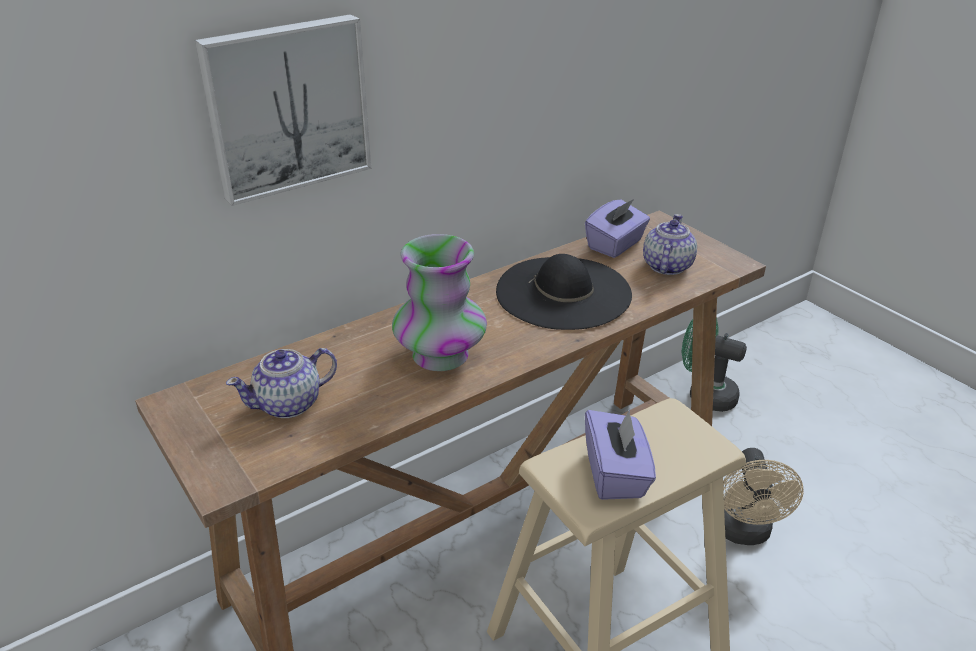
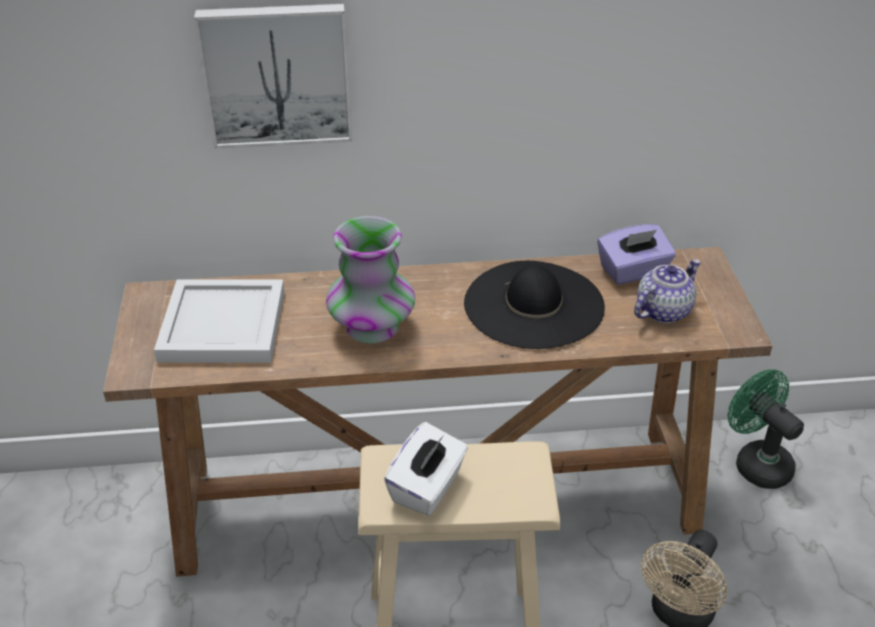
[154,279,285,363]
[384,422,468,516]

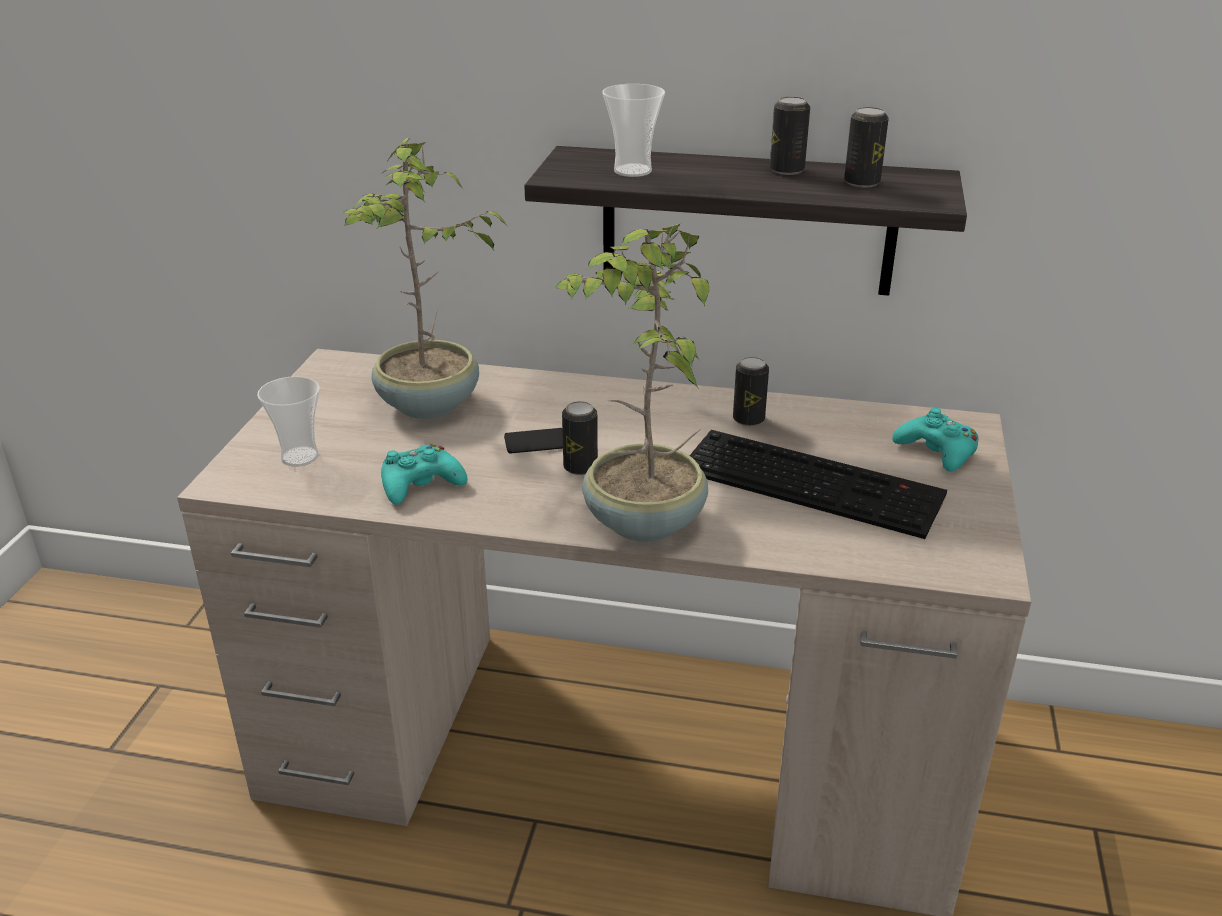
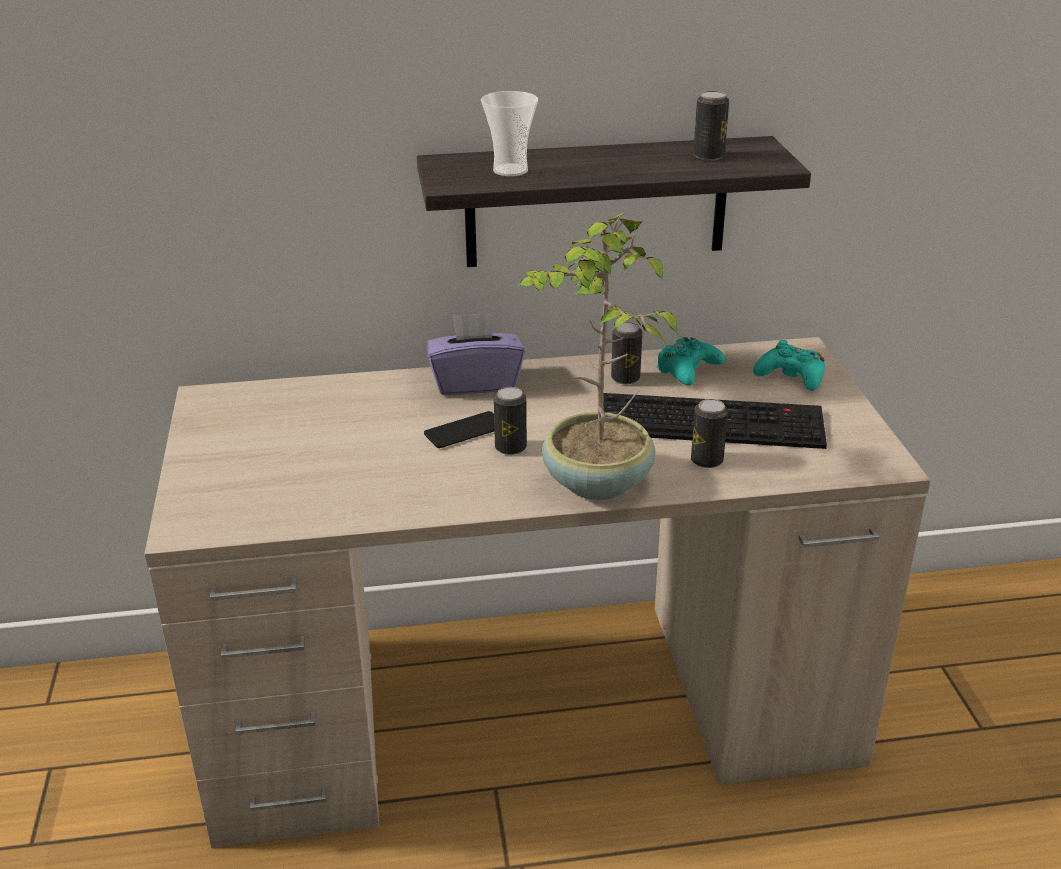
[691,399,728,468]
[341,138,506,419] (first image)
[257,376,320,467] (first image)
[657,337,725,385]
[427,313,525,395]

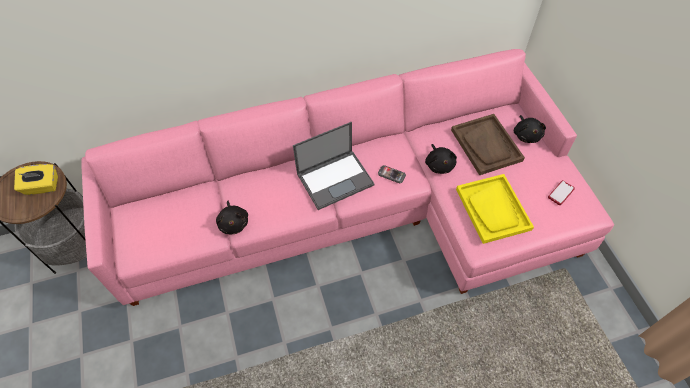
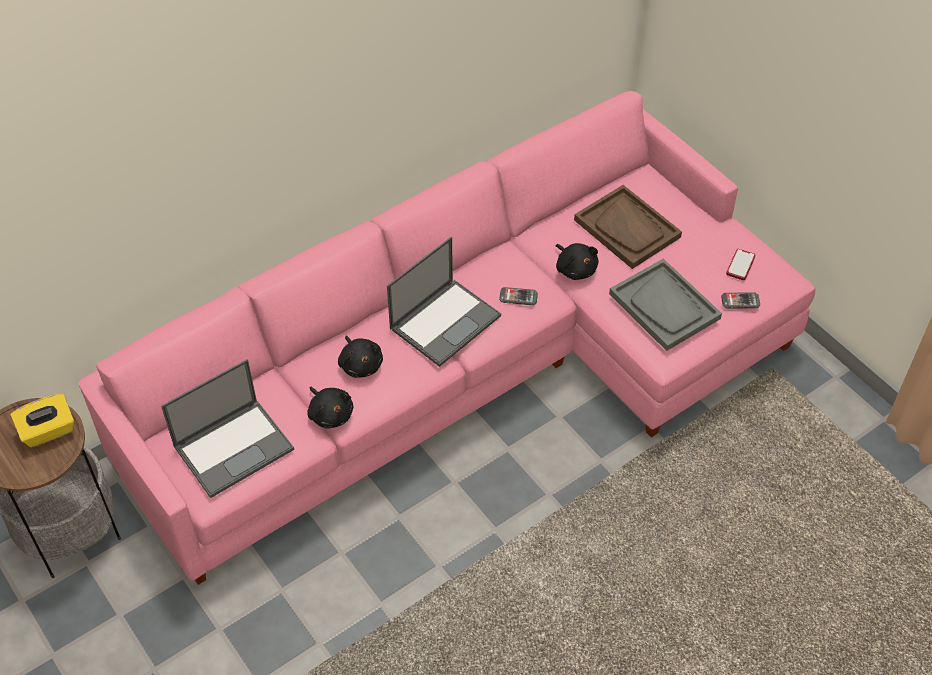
[338,336,383,378]
[609,259,722,351]
[721,292,760,309]
[161,359,294,498]

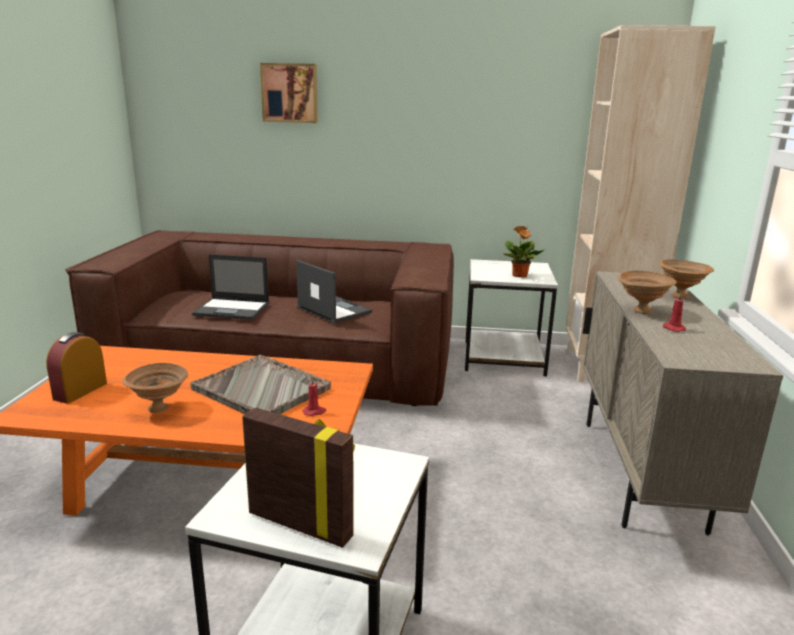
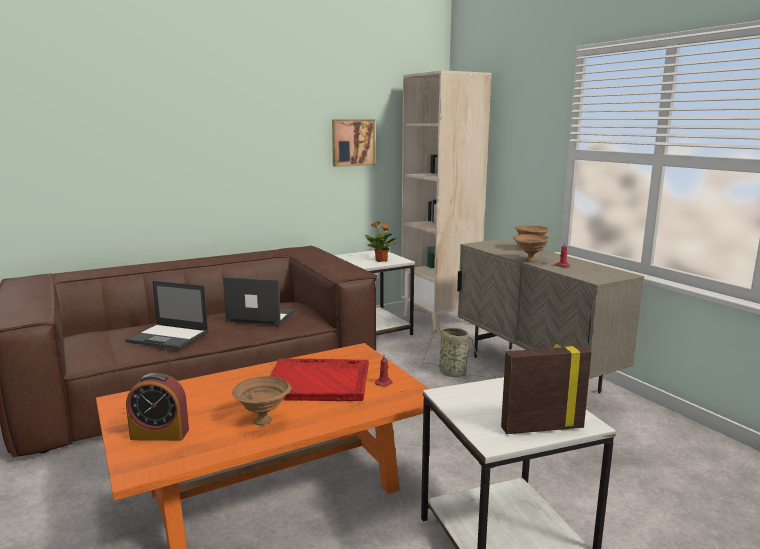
[332,119,375,167]
[125,281,209,350]
[126,373,189,441]
[270,358,369,401]
[421,327,496,378]

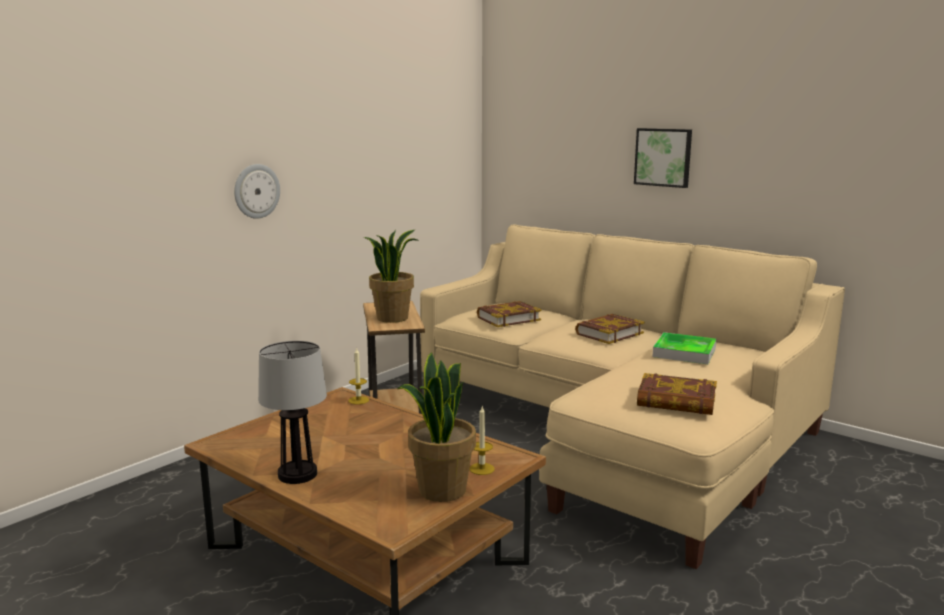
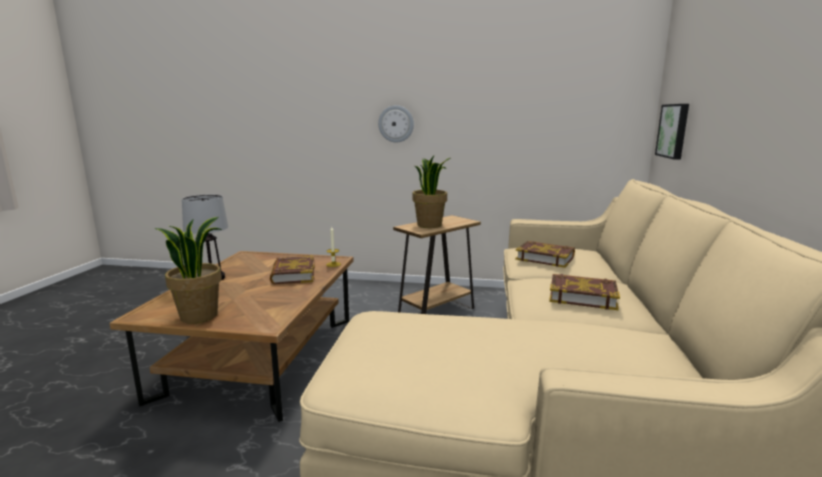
[655,104,689,160]
[652,332,717,364] (first image)
[270,256,315,284]
[469,406,495,475] (first image)

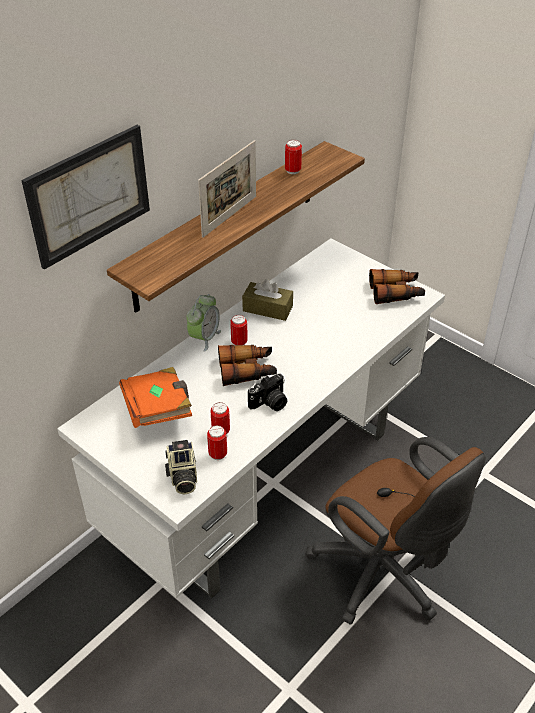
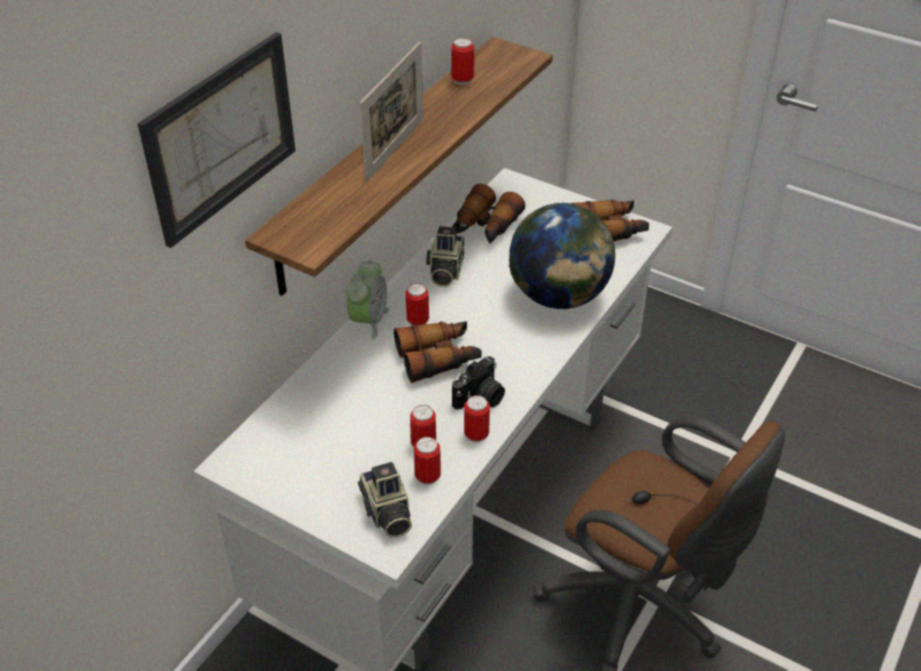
[426,226,464,287]
[119,367,192,428] (first image)
[452,184,525,243]
[509,203,615,309]
[464,395,490,442]

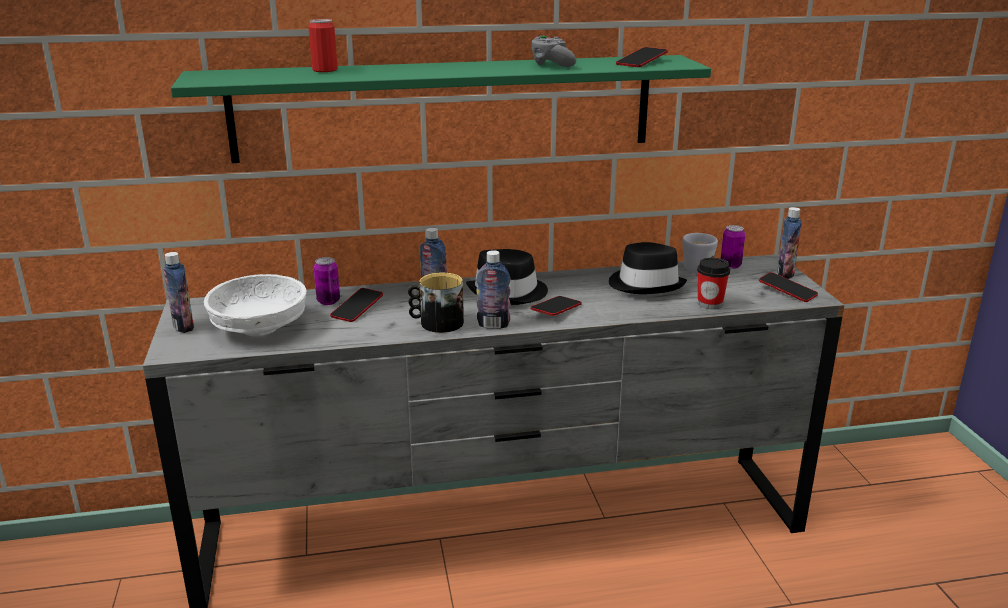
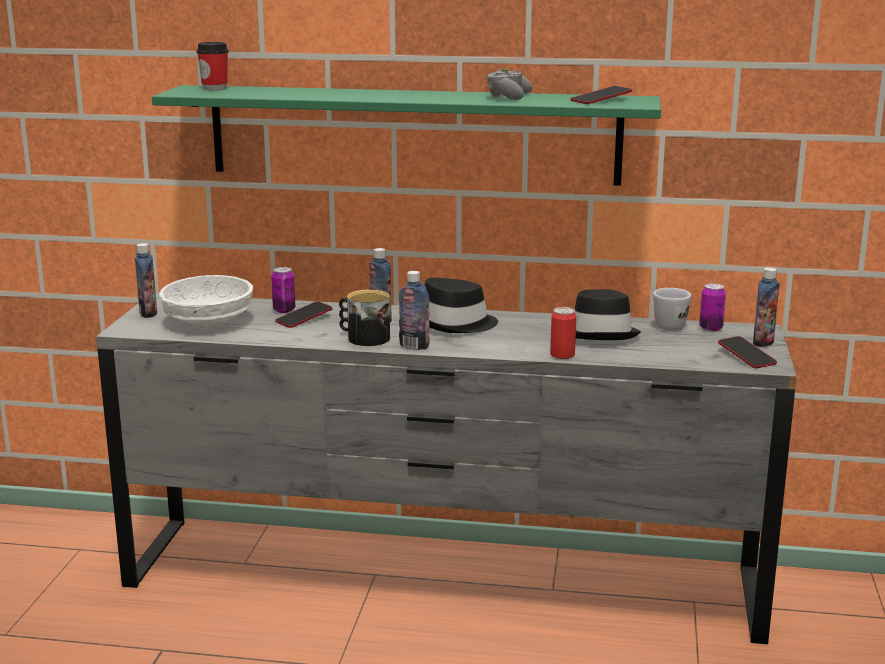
[550,307,576,359]
[196,42,229,90]
[531,296,582,316] (first image)

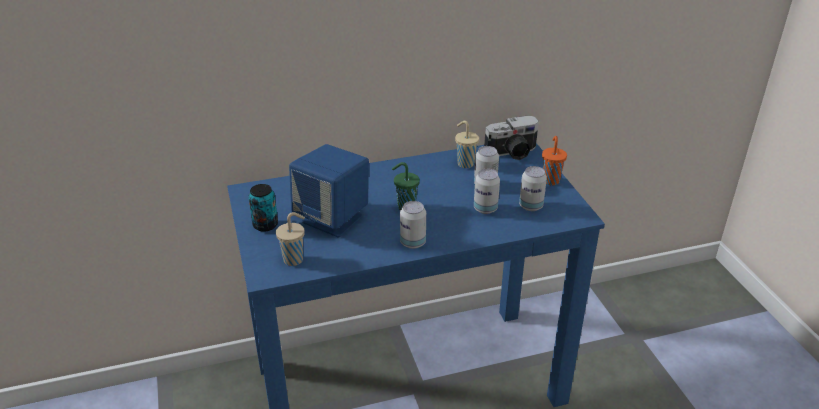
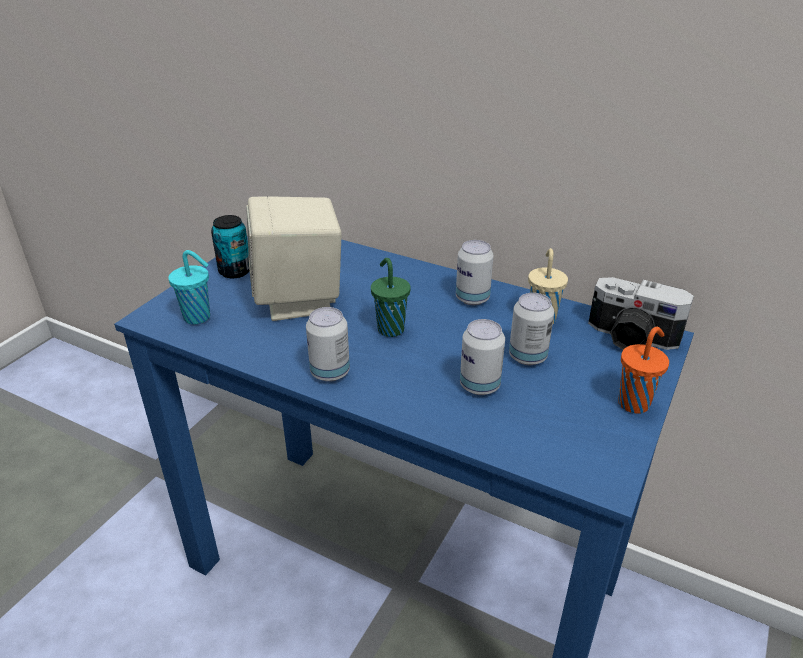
[246,196,342,321]
[456,240,494,305]
[168,250,210,324]

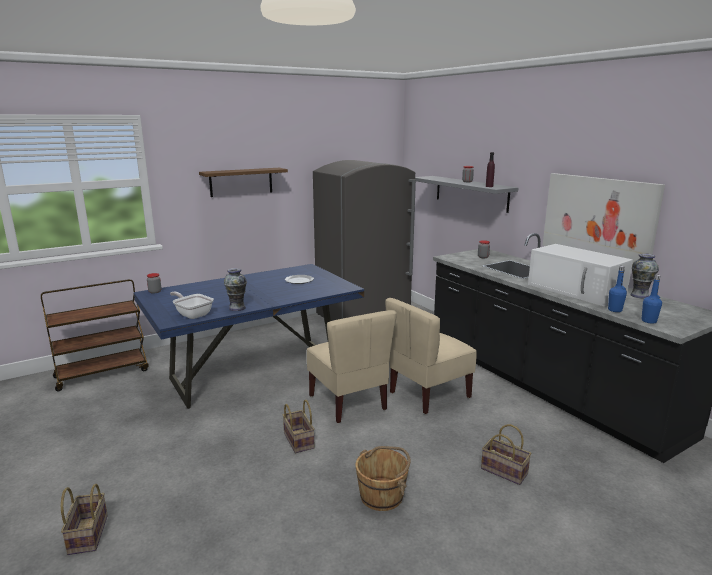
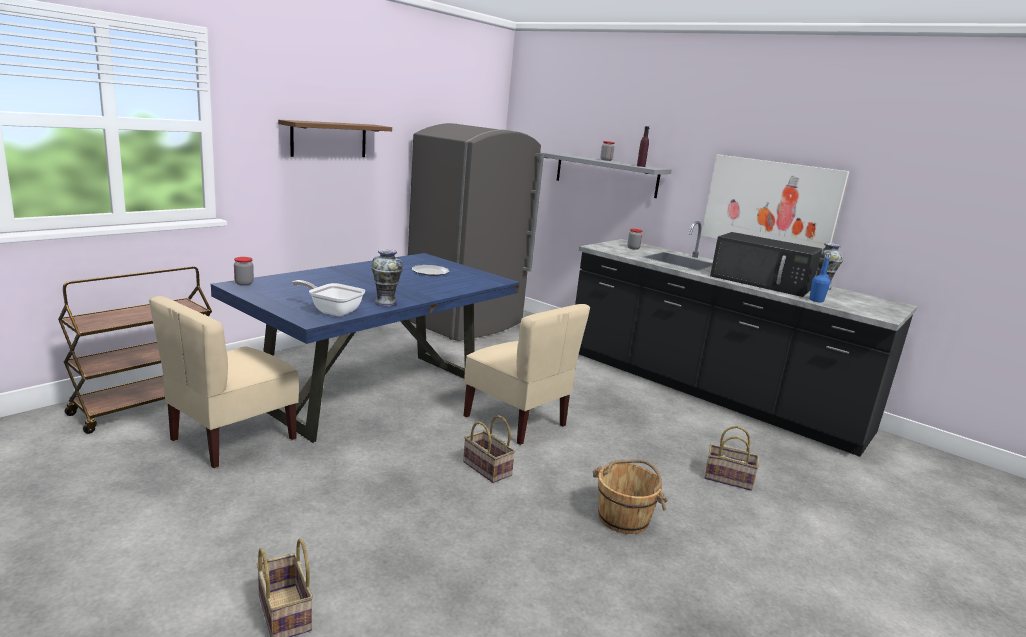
[710,232,822,297]
[642,274,662,324] (first image)
[149,296,299,468]

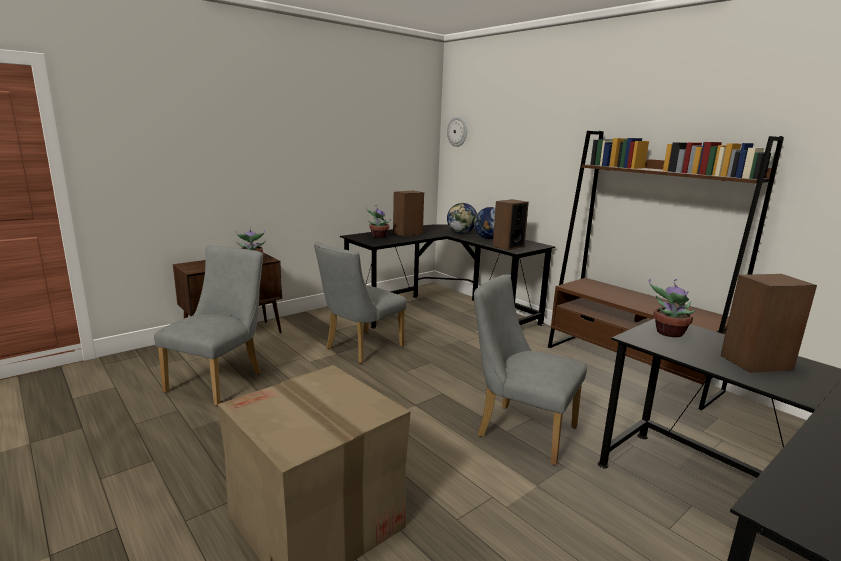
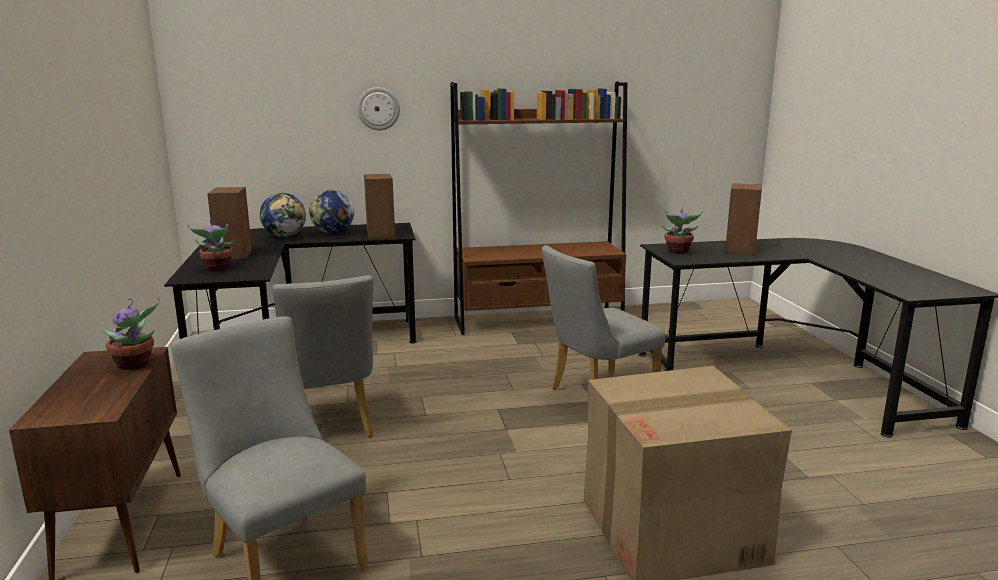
[357,87,400,130]

